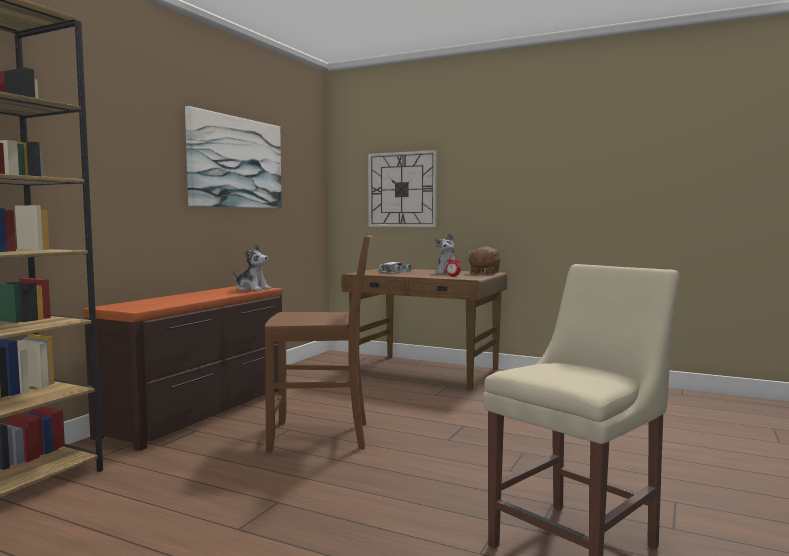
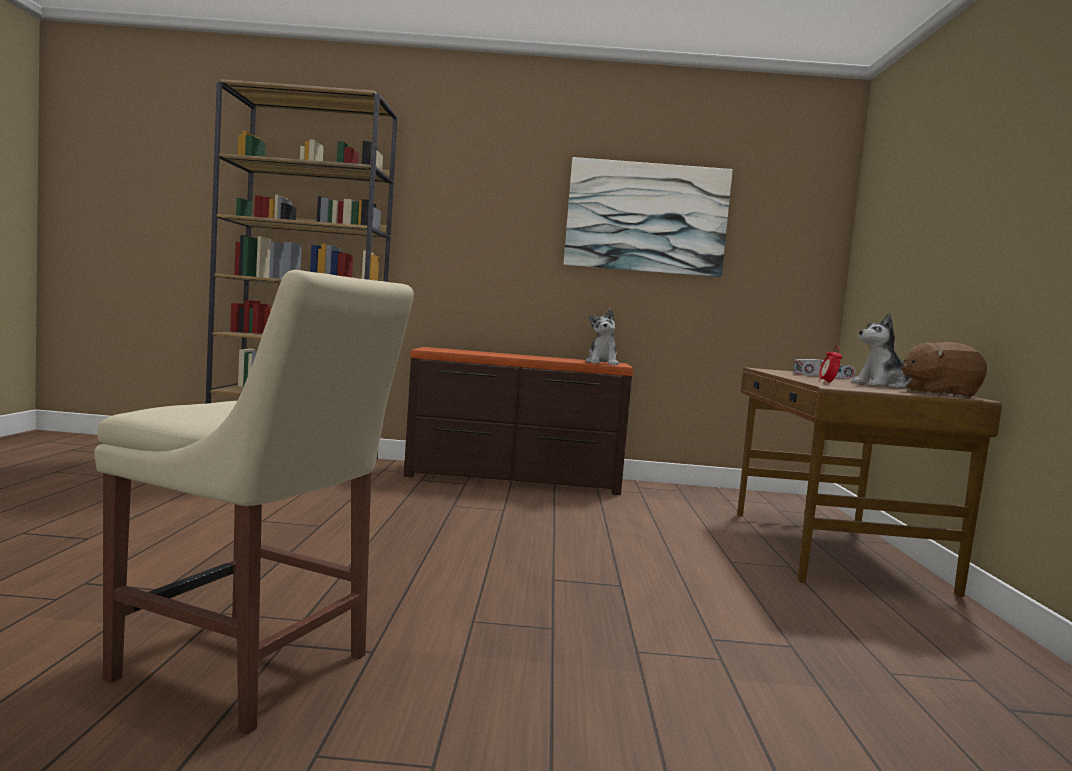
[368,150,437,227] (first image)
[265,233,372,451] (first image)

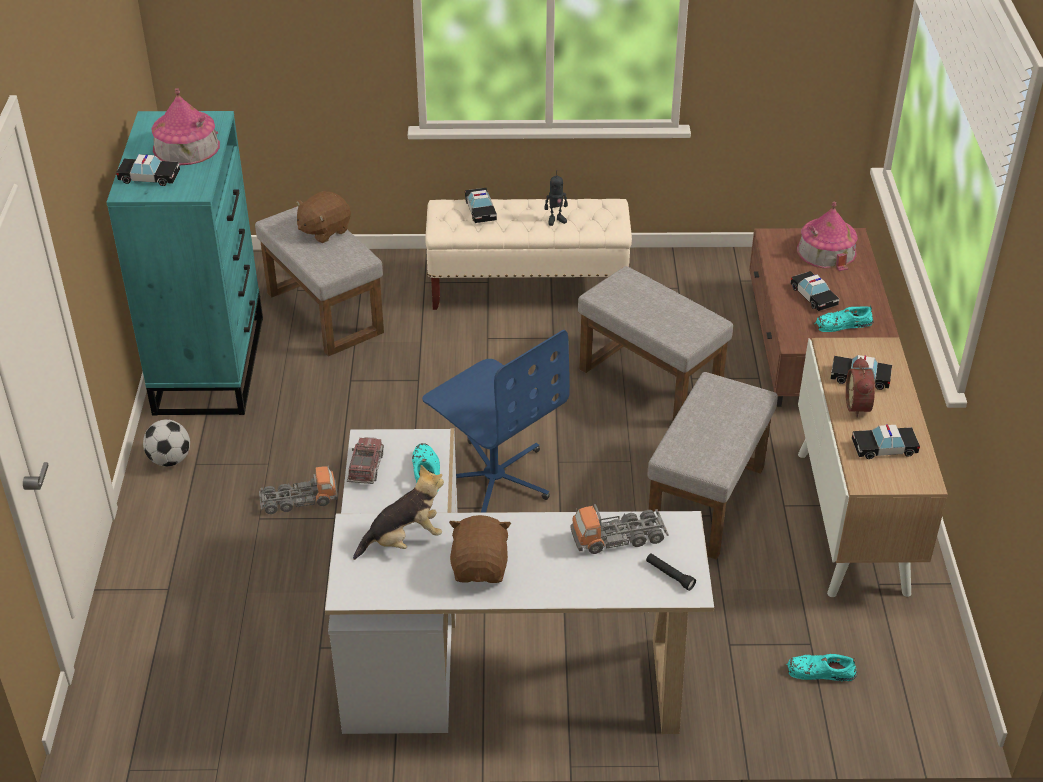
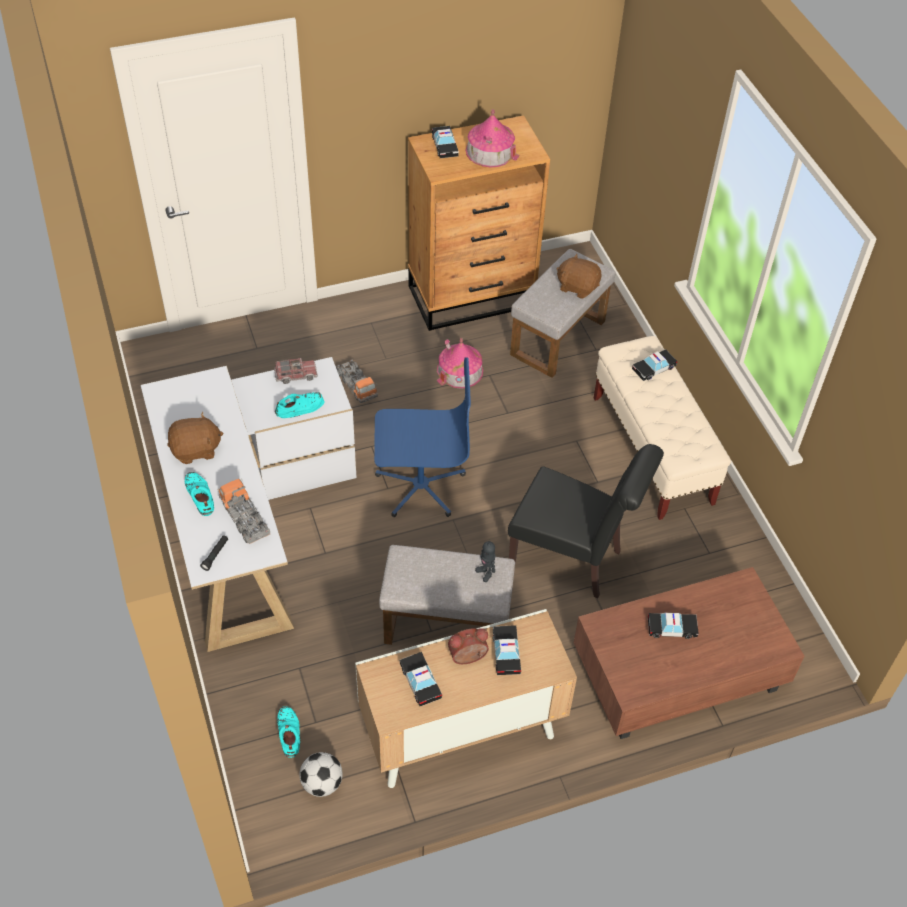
[408,115,550,331]
[475,540,495,582]
[437,338,483,389]
[508,444,664,598]
[648,613,699,639]
[185,472,214,516]
[374,357,471,517]
[299,752,343,797]
[353,465,444,560] (first image)

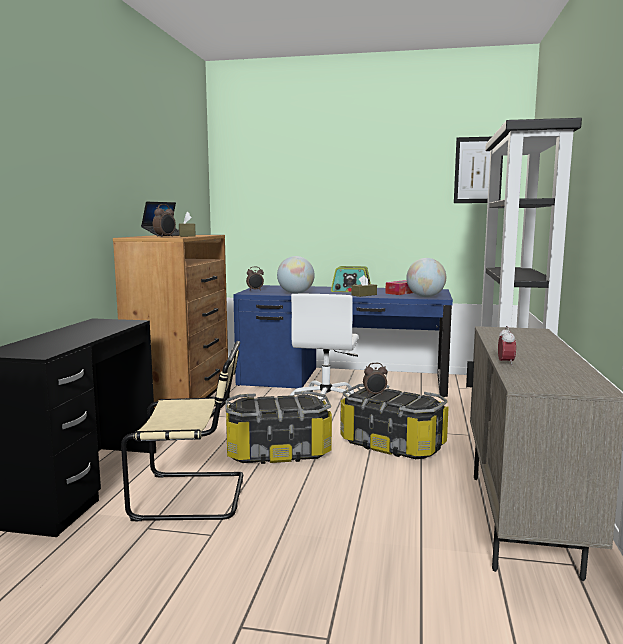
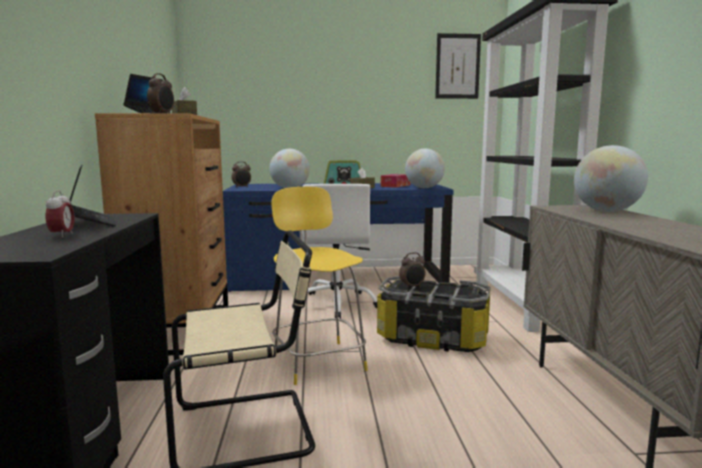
[46,191,75,238]
[271,187,368,385]
[574,145,648,212]
[70,165,116,227]

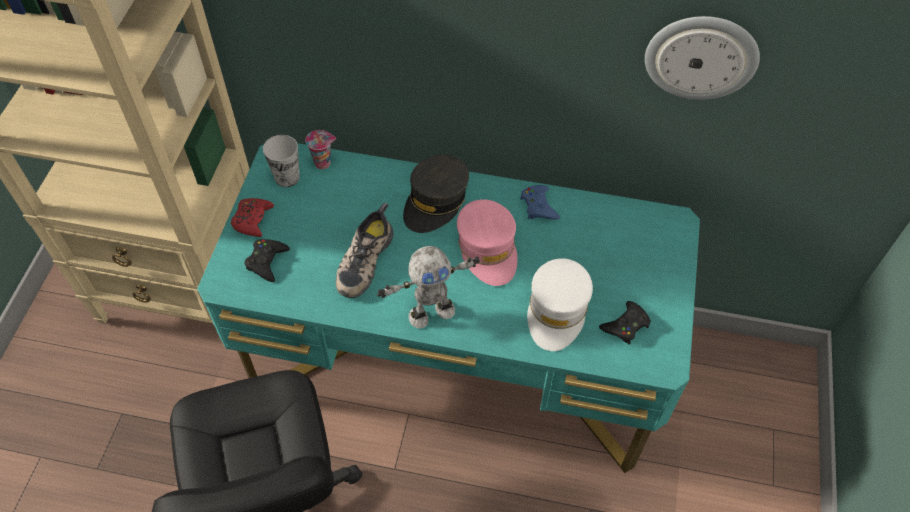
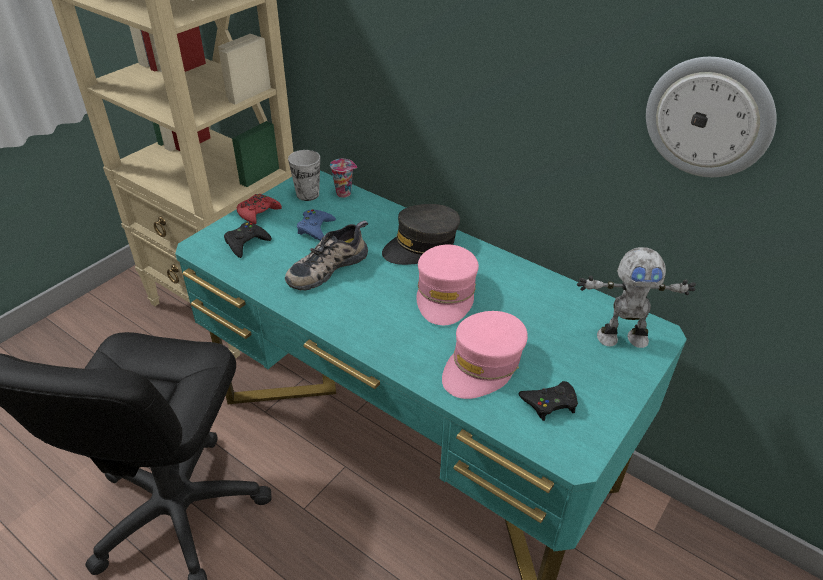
[297,209,336,241]
[577,247,696,348]
[442,311,528,399]

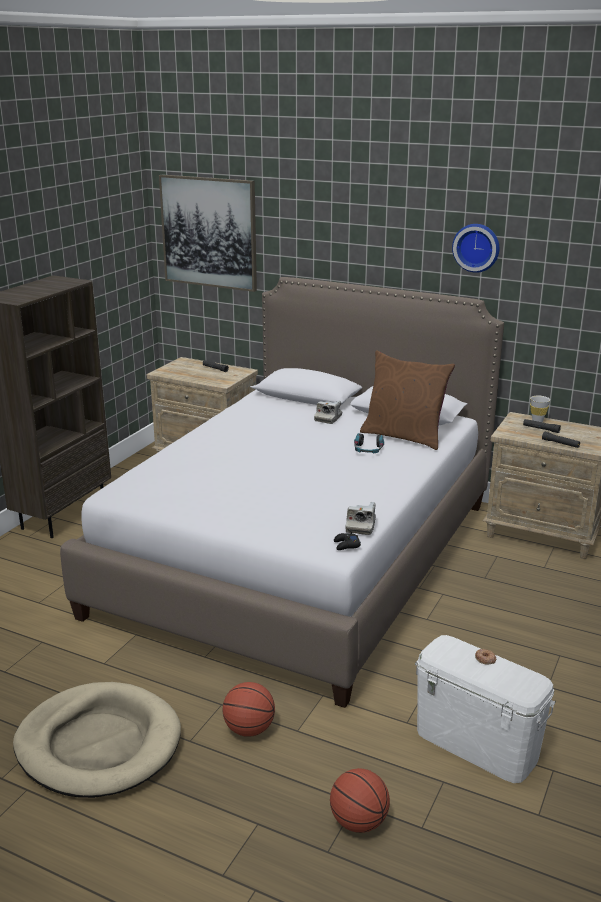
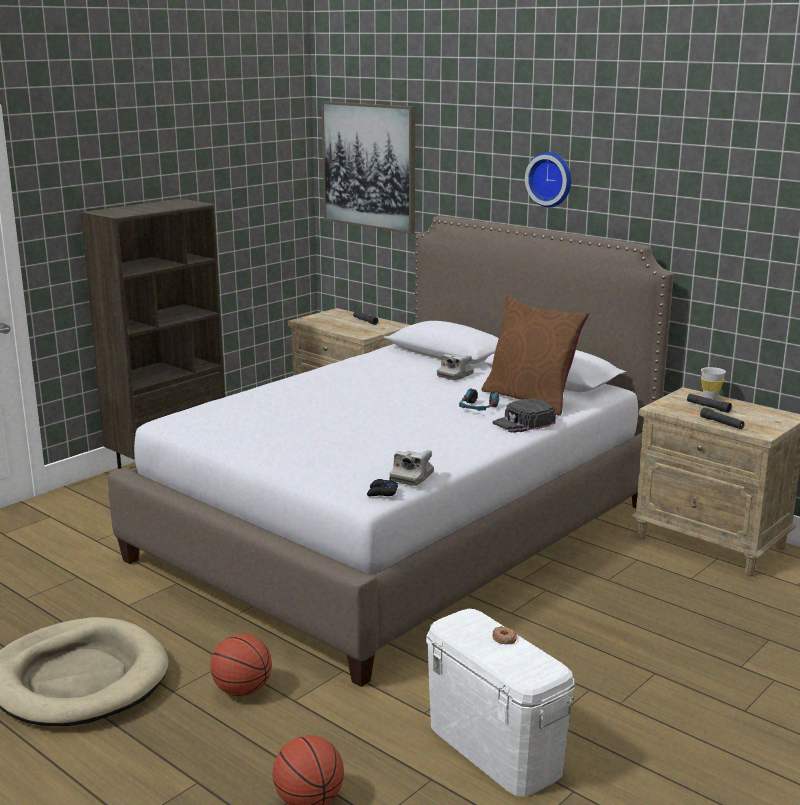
[525,152,571,207]
[493,398,556,433]

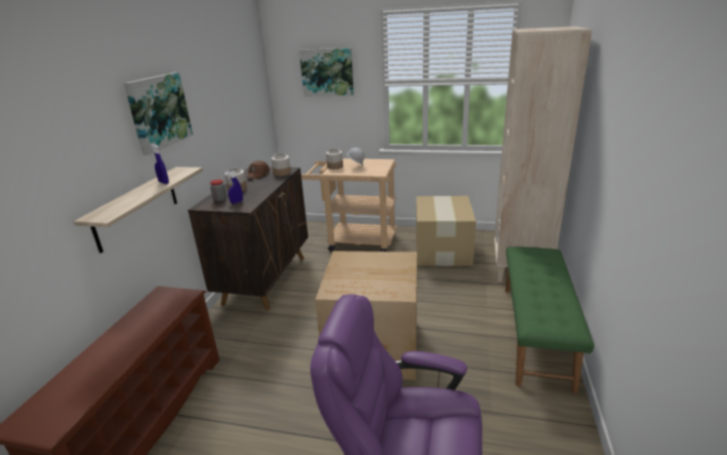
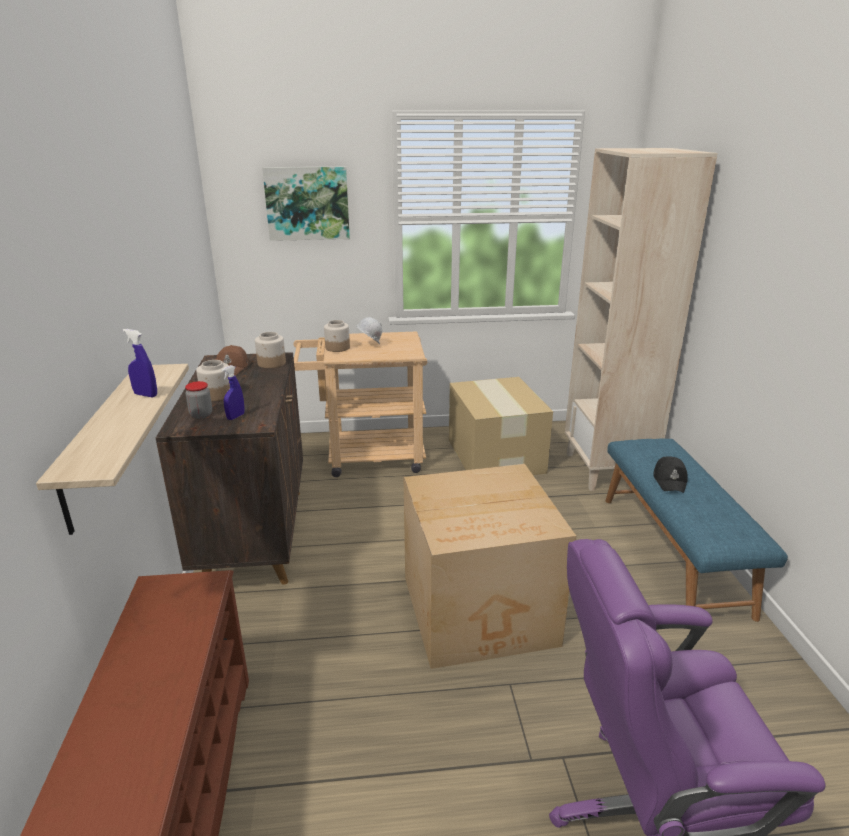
[124,72,193,155] (first image)
[605,439,788,622]
[653,456,688,493]

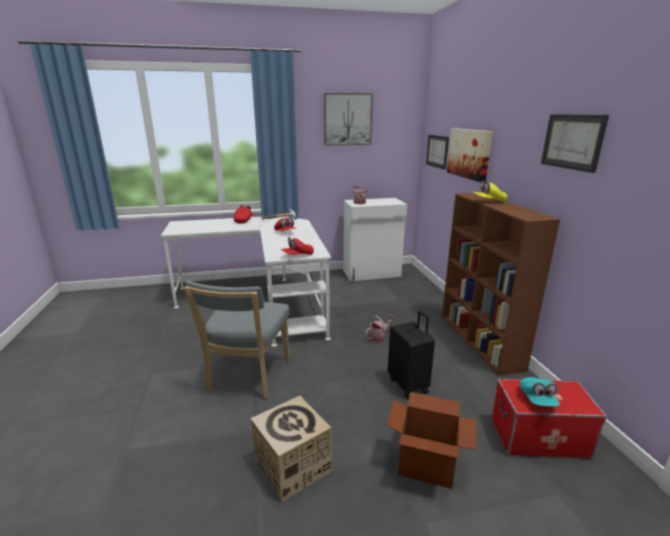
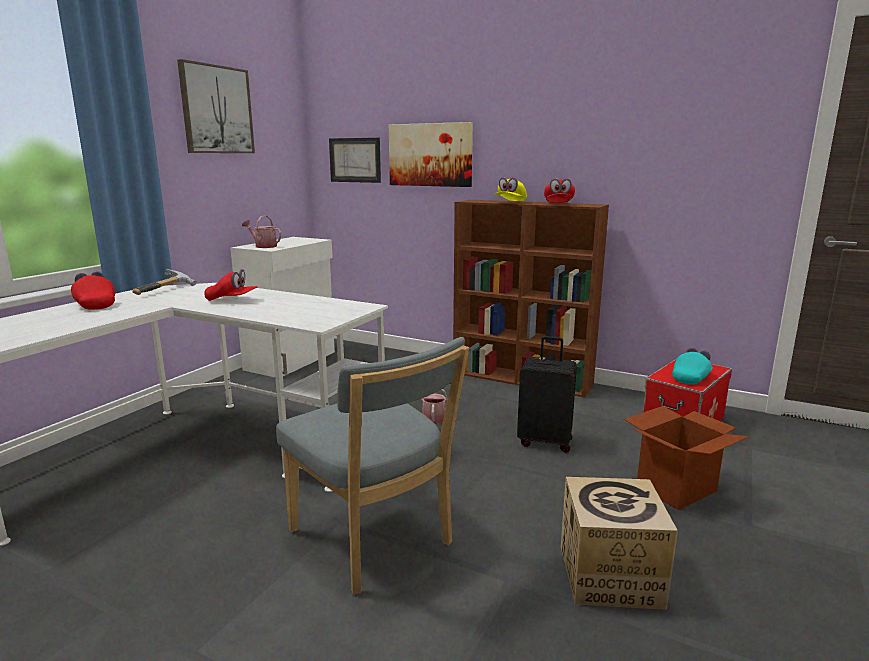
[541,114,609,173] (first image)
[544,178,575,203]
[672,348,713,385]

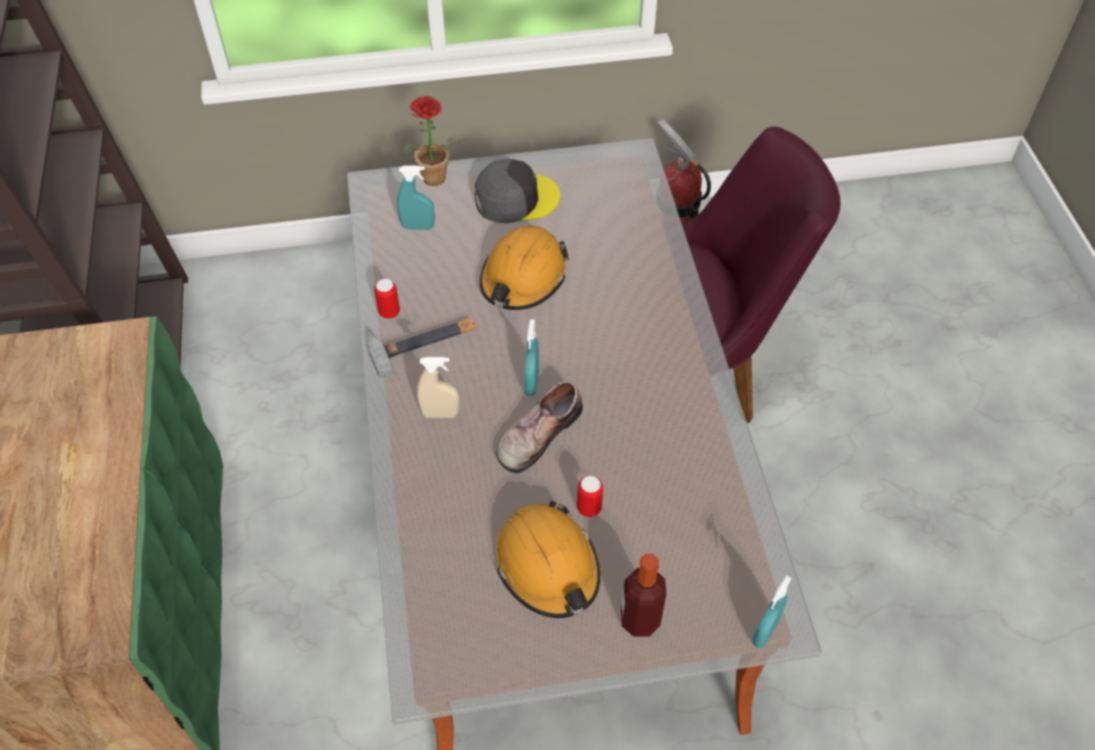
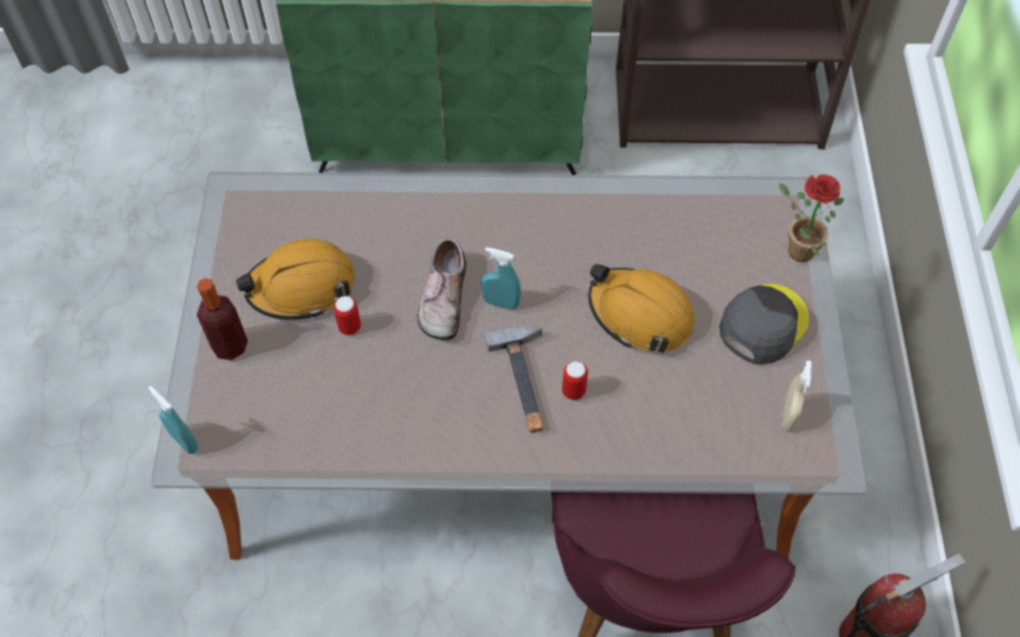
[719,284,809,365]
[397,166,435,230] (first image)
[562,361,588,400]
[485,327,543,433]
[782,360,812,432]
[417,239,466,340]

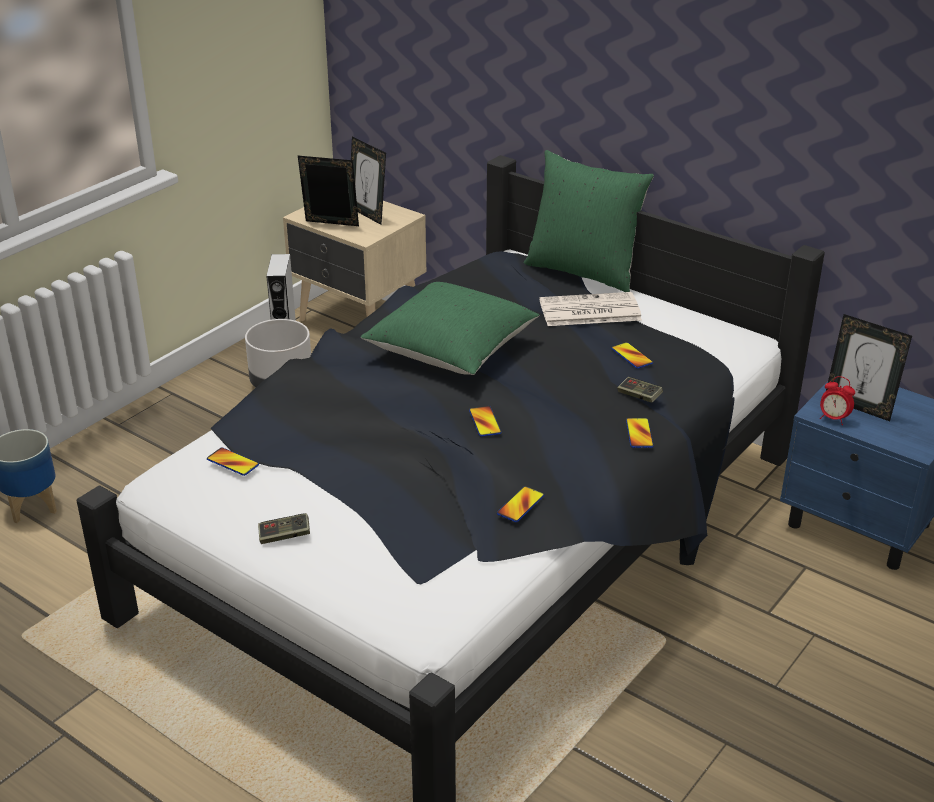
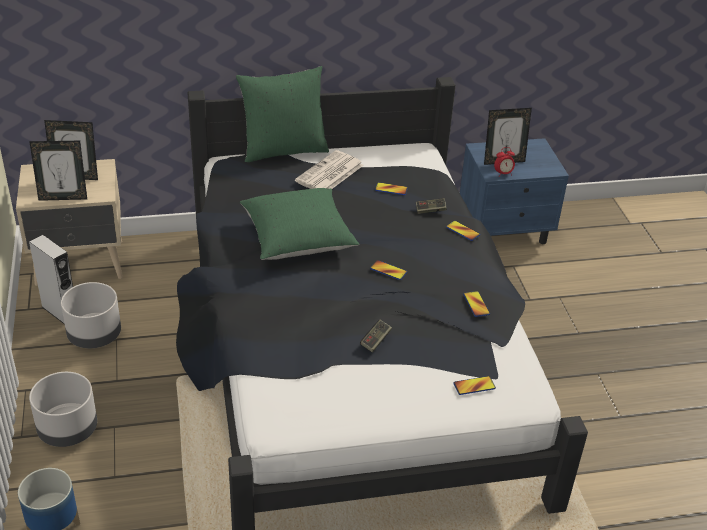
[29,141,87,201]
[453,376,496,395]
[360,320,392,352]
[29,372,97,447]

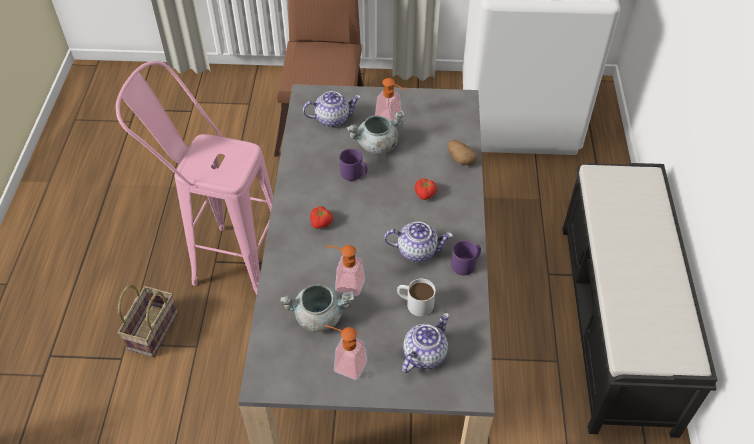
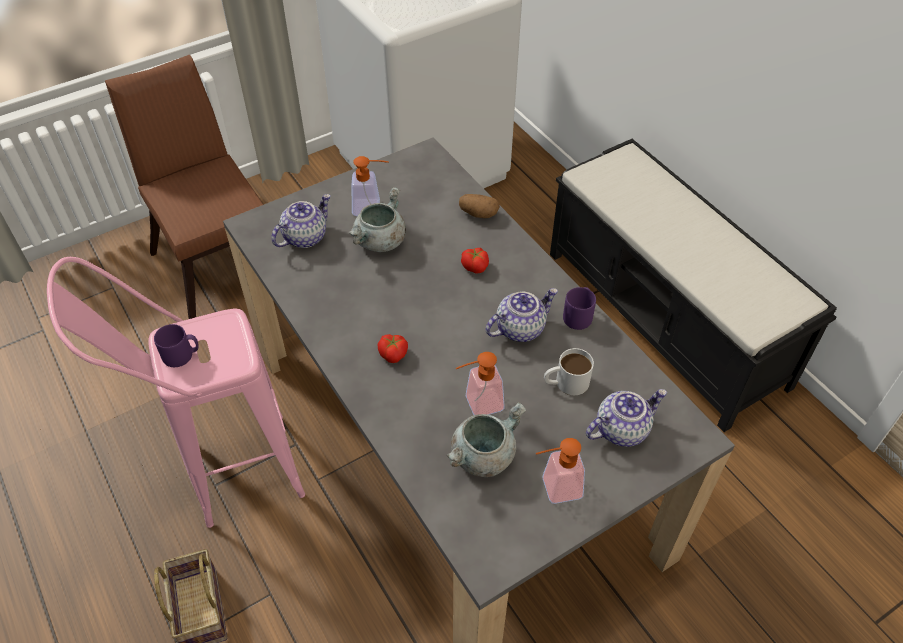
[154,324,199,367]
[586,389,667,447]

